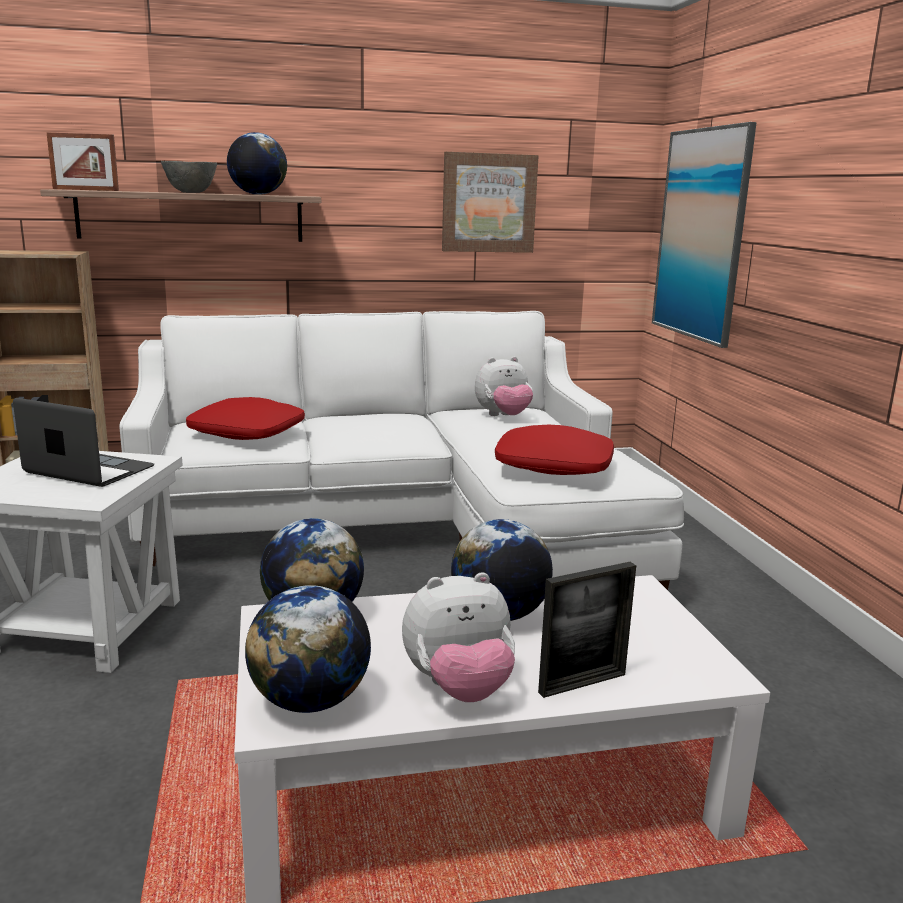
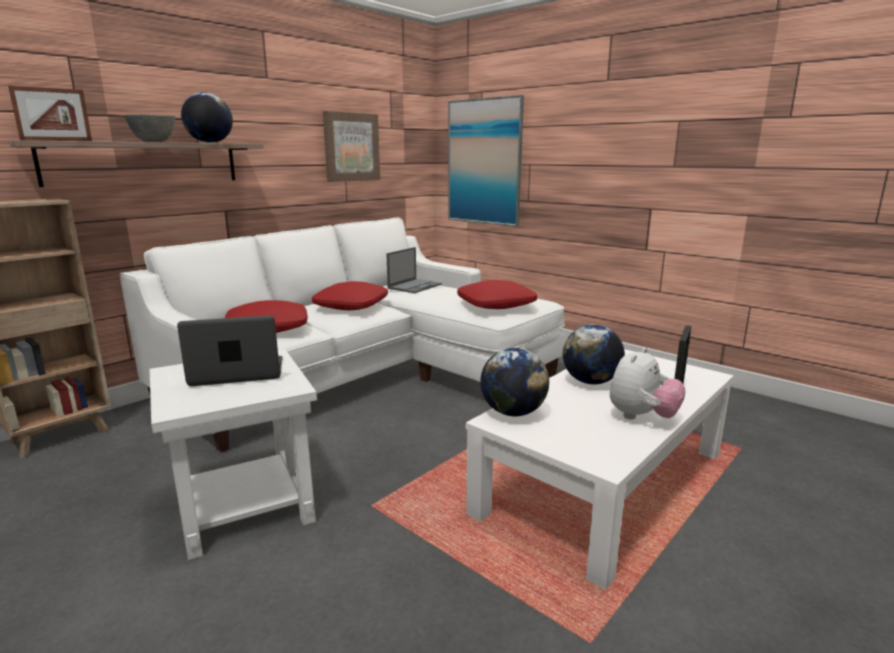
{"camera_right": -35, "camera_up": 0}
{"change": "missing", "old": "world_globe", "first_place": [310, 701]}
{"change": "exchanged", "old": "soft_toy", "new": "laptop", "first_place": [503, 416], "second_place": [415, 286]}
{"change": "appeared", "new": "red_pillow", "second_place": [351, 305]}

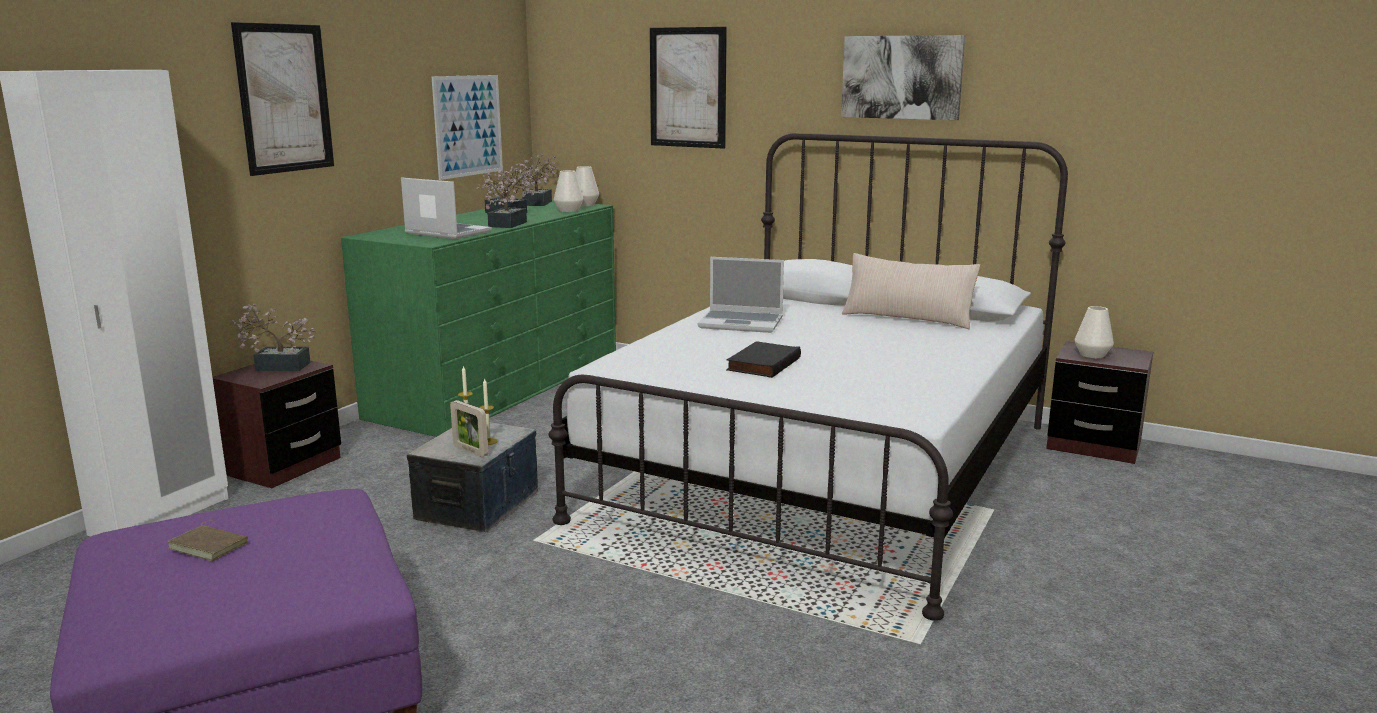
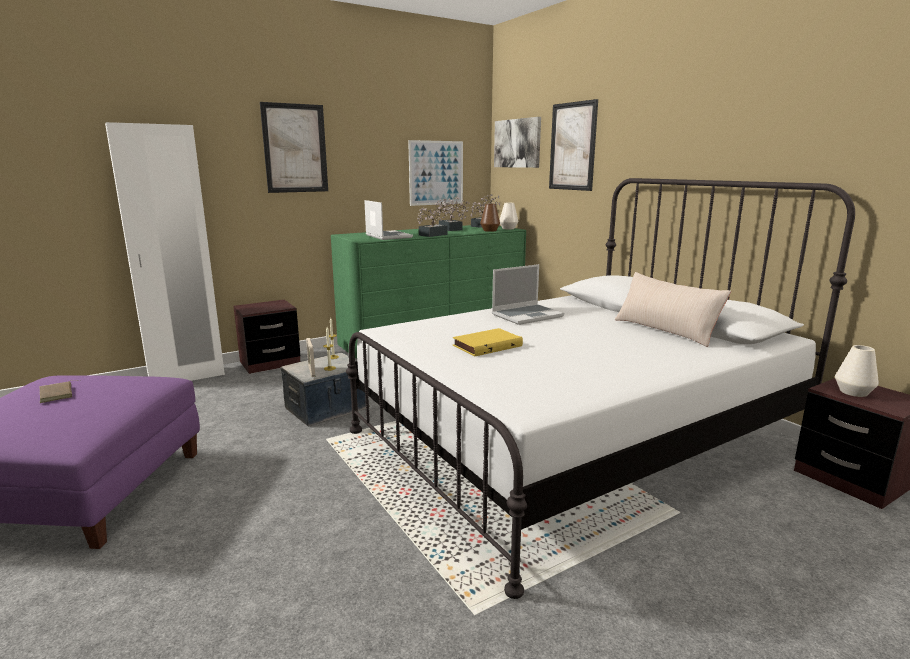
{"camera_right": 30, "camera_up": 0}
{"change": "missing", "old": "houseplant", "first_place": [277, 366]}
{"change": "colour", "old": "whitish_decorative_vase", "new": "brownish_decorative_vase", "first_place": [569, 210], "second_place": [490, 230]}
{"change": "spun", "old": "laptop", "first_place": [742, 323], "second_place": [527, 315], "degrees": -75}
{"change": "colour", "old": "blackish_book", "new": "yellow_book", "first_place": [762, 364], "second_place": [486, 345]}
{"change": "relocated", "old": "picture", "first_place": [902, 77], "second_place": [517, 143]}

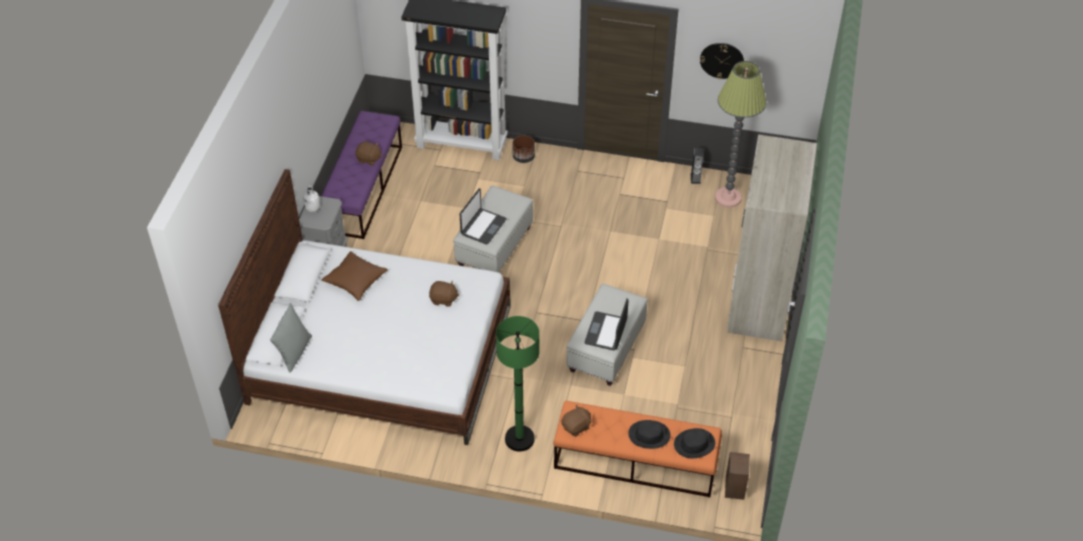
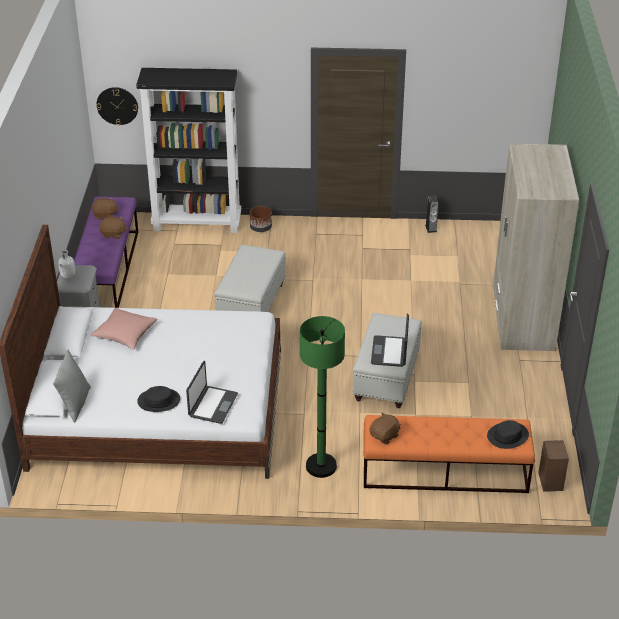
{"camera_right": -10, "camera_up": -10}
{"change": "colour", "old": "brownish_pillow", "new": "pink_pillow", "first_place": [355, 281], "second_place": [125, 334]}
{"change": "relocated", "old": "brownish_soft_toy", "first_place": [443, 299], "second_place": [105, 215]}
{"change": "relocated", "old": "laptop", "first_place": [483, 227], "second_place": [212, 405]}
{"change": "relocated", "old": "blackish_wearable_hat", "first_place": [649, 435], "second_place": [159, 401]}
{"change": "relocated", "old": "wall_clock", "first_place": [721, 60], "second_place": [117, 105]}
{"change": "missing", "old": "standing_lamp", "first_place": [728, 197]}

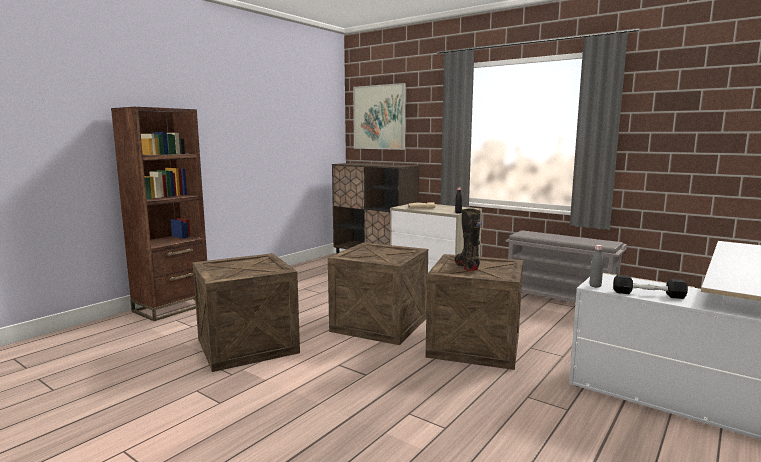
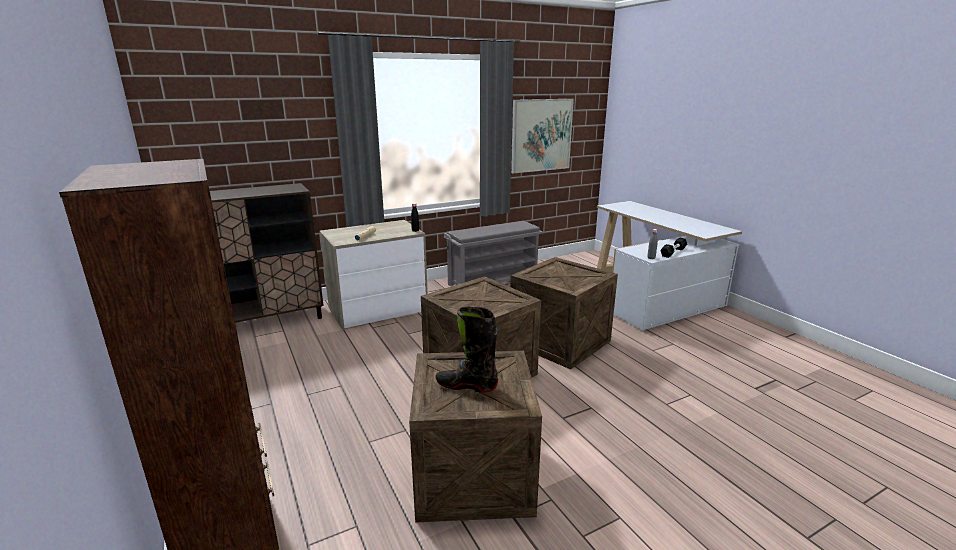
{"camera_right": -65, "camera_up": 10}
{"change": "relocated", "old": "picture", "first_place": [379, 117], "second_place": [541, 135]}
{"change": "relocated", "old": "blackish_high-top_boot", "first_place": [466, 266], "second_place": [466, 385]}

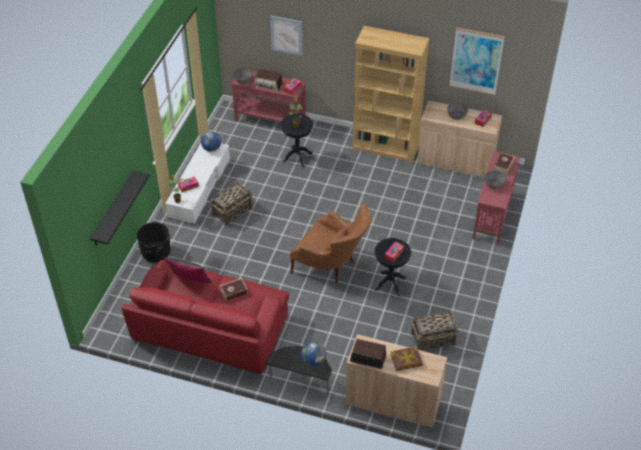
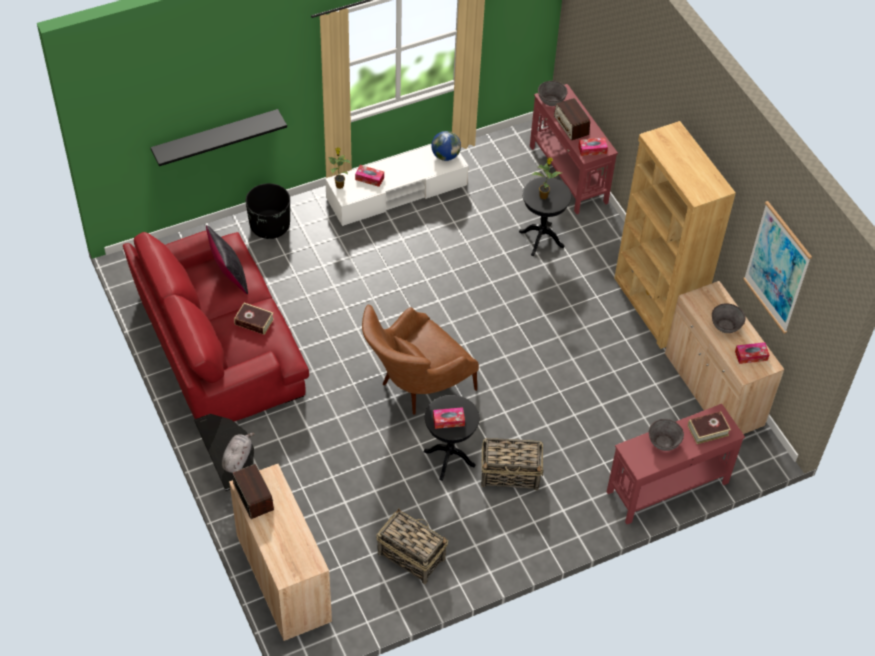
{"camera_right": 45, "camera_up": 5}
{"change": "relocated", "old": "household_basket", "first_place": [232, 211], "second_place": [511, 474]}
{"change": "missing", "old": "picture", "first_place": [286, 35]}
{"change": "spun", "old": "brownish_lounge_chair", "first_place": [332, 266], "second_place": [415, 387], "degrees": 60}
{"change": "exchanged", "old": "world_globe", "new": "greyish_soft_toy", "first_place": [313, 361], "second_place": [237, 458]}
{"change": "missing", "old": "book", "first_place": [406, 361]}

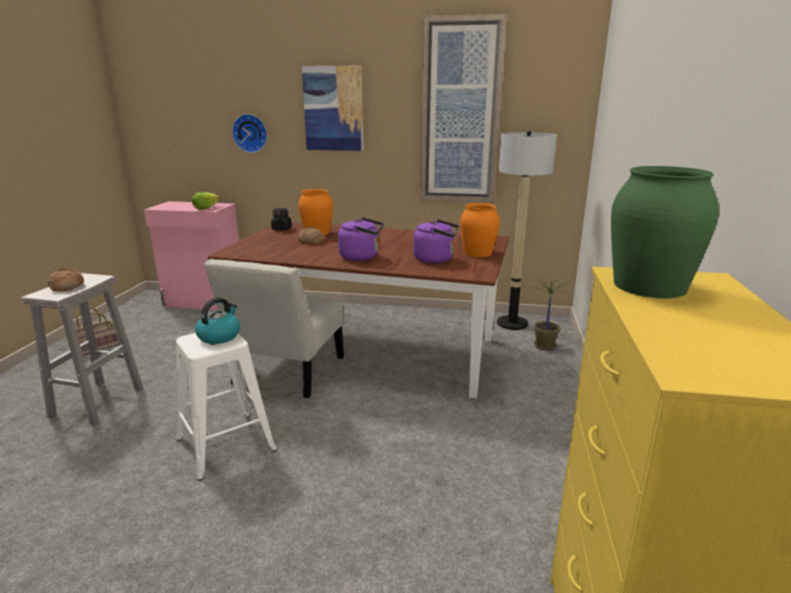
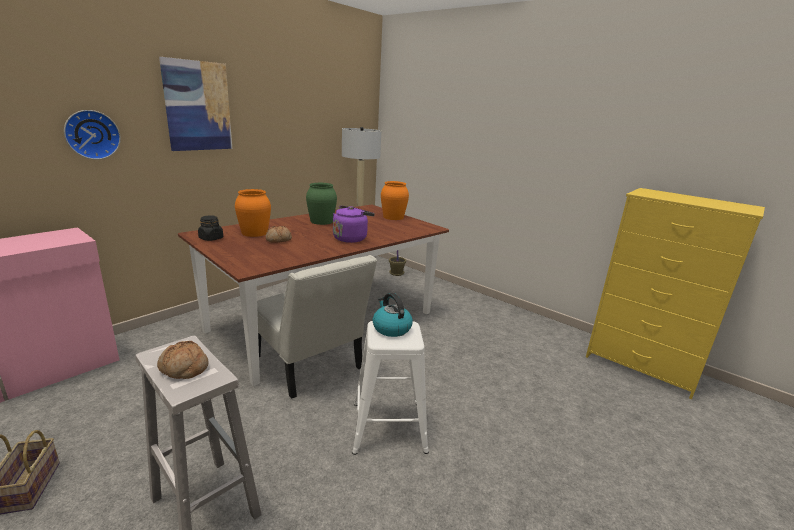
{"camera_right": -60, "camera_up": 0}
{"change": "missing", "old": "head_of_lettuce", "first_place": [205, 208]}
{"change": "missing", "old": "purple-coloured_tea_kettle", "first_place": [436, 259]}
{"change": "missing", "old": "picture", "first_place": [460, 113]}
{"change": "relocated", "old": "greenish_decorative_vase", "first_place": [649, 286], "second_place": [321, 221]}

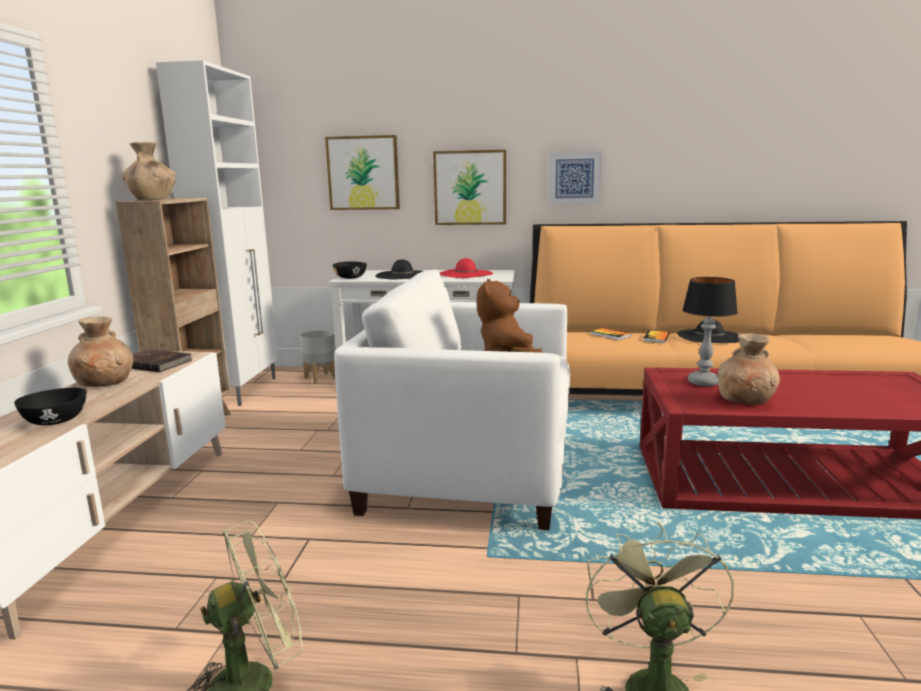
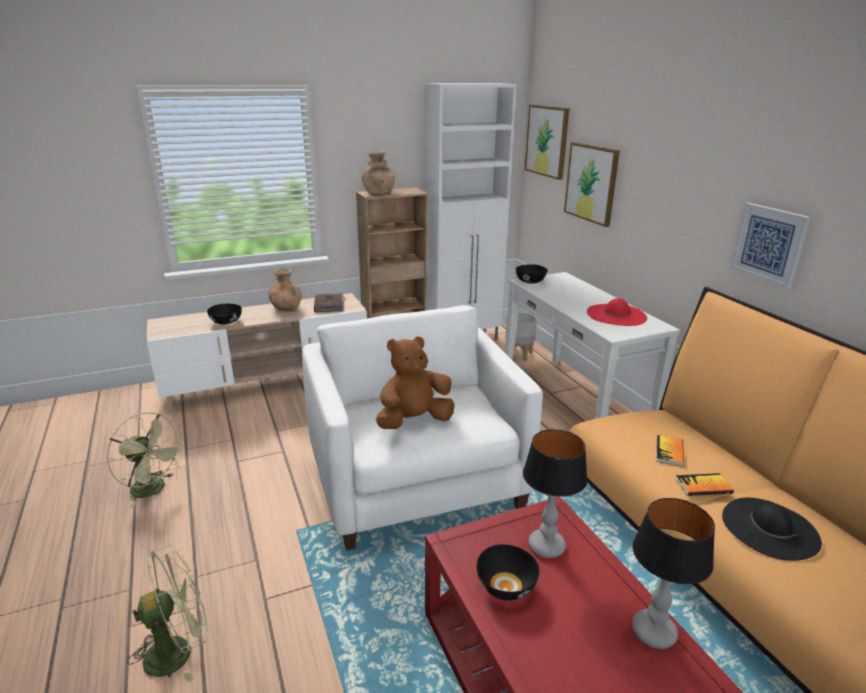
{"camera_right": 60, "camera_up": 10}
{"change": "missing", "old": "blackish_wearable_hat", "first_place": [402, 275]}
{"change": "relocated", "old": "picture", "first_place": [470, 188], "second_place": [547, 141]}
{"change": "exchanged", "old": "brownish_decorative_vase", "new": "blackish_bowl", "first_place": [745, 400], "second_place": [507, 586]}
{"change": "appeared", "new": "tabletop_lamp", "second_place": [653, 633]}

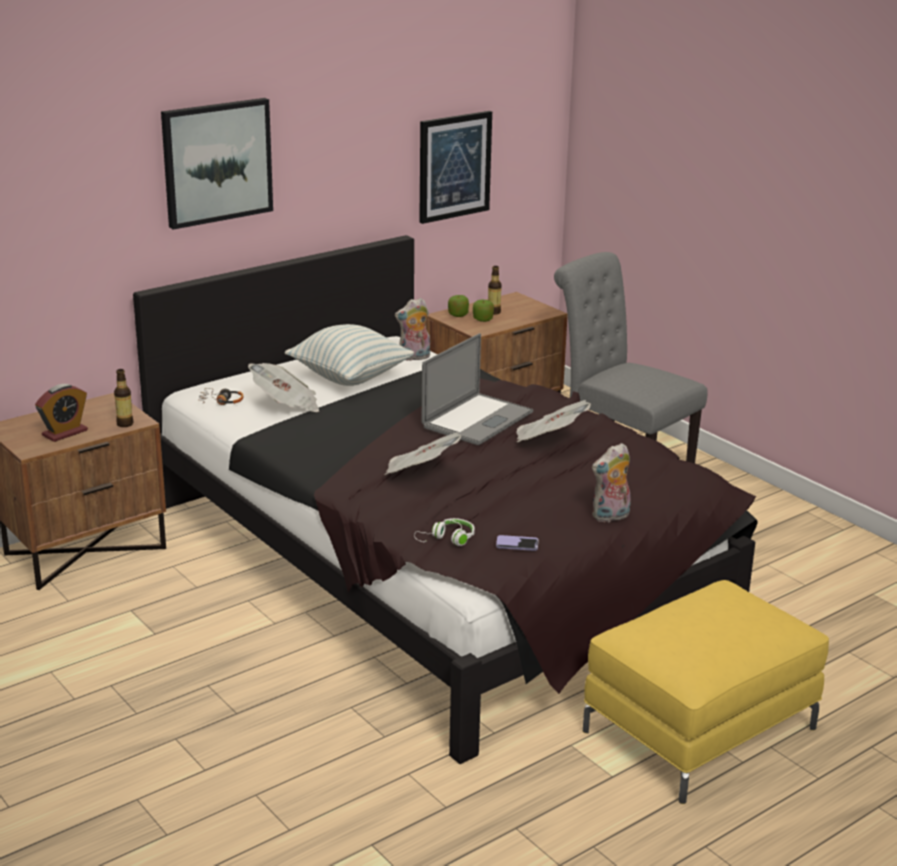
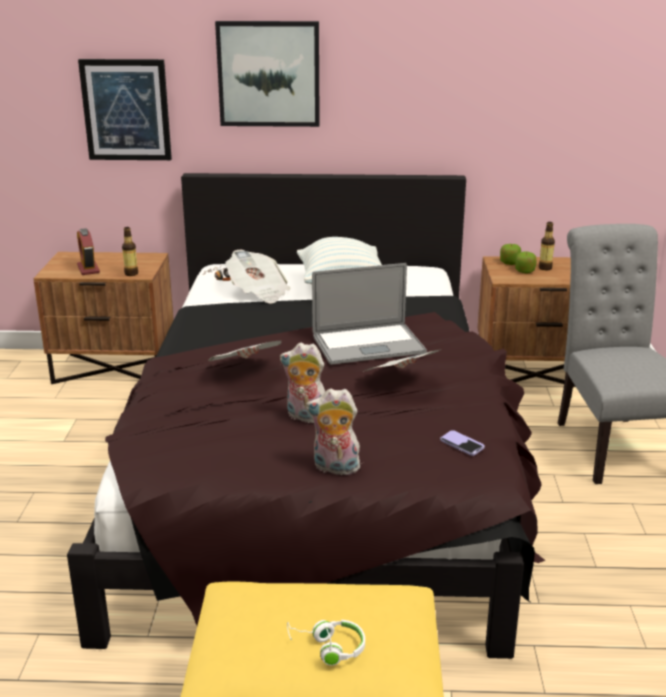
{"camera_right": 40, "camera_up": 0}
{"change": "spun", "old": "table_clock", "first_place": [65, 433], "second_place": [88, 269], "degrees": 75}
{"change": "relocated", "old": "soft_toy", "first_place": [414, 357], "second_place": [305, 417]}
{"change": "relocated", "old": "whitish_headset", "first_place": [447, 539], "second_place": [328, 647]}
{"change": "relocated", "old": "picture", "first_place": [454, 166], "second_place": [126, 110]}
{"change": "relocated", "old": "handset", "first_place": [517, 544], "second_place": [462, 444]}

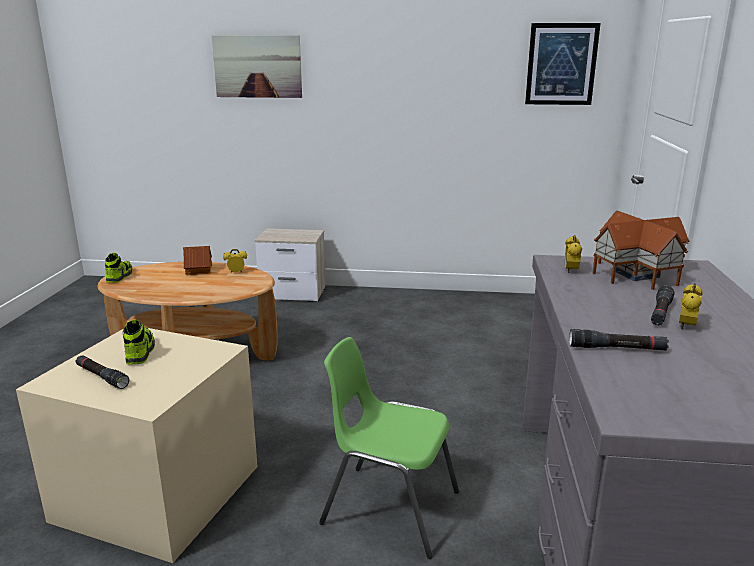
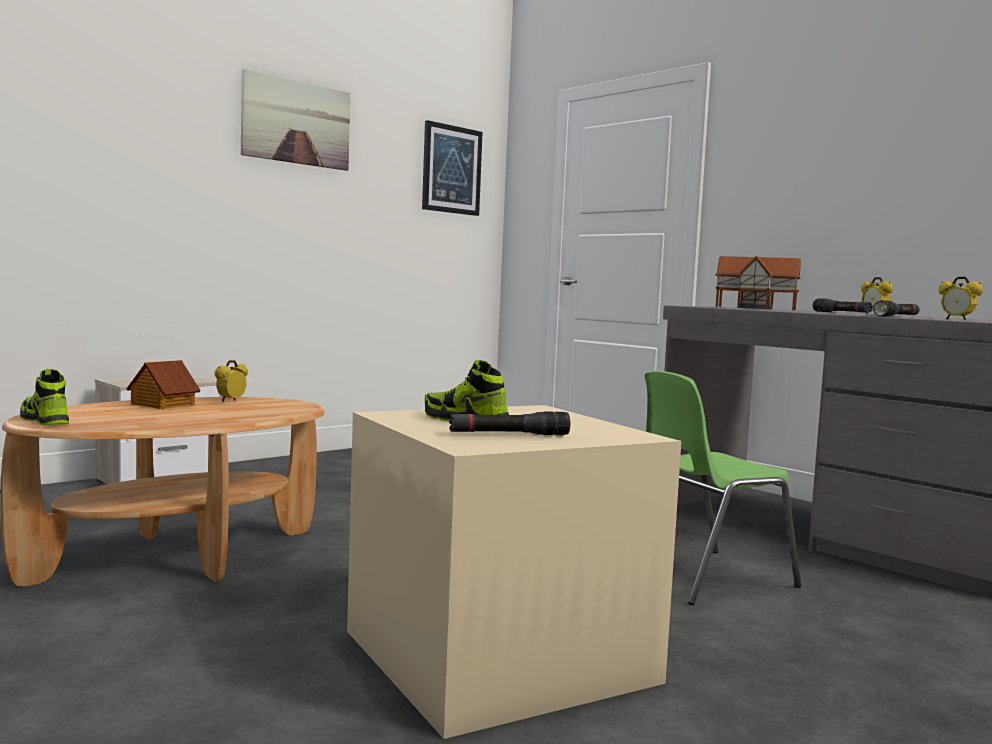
{"camera_right": -50, "camera_up": -15}
{"change": "relocated", "old": "picture", "first_place": [257, 66], "second_place": [296, 122]}
{"change": "relocated", "old": "table_clock", "first_place": [570, 271], "second_place": [957, 319]}

